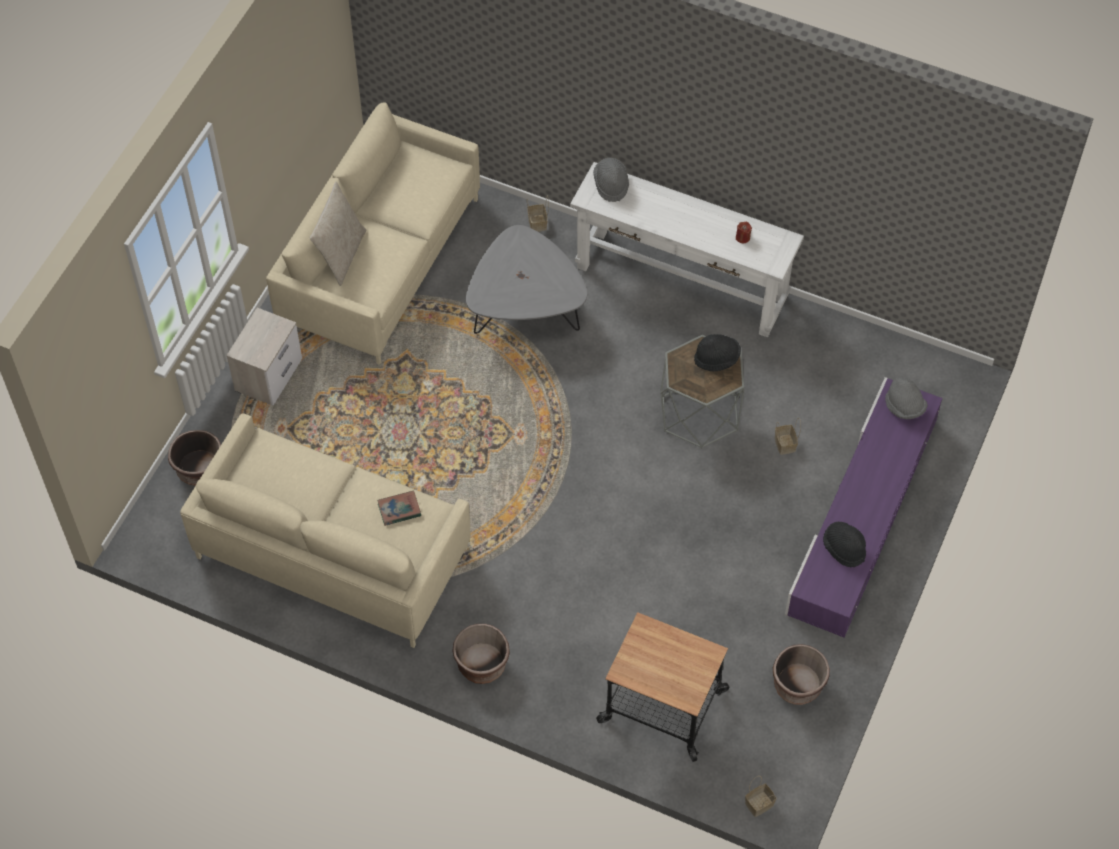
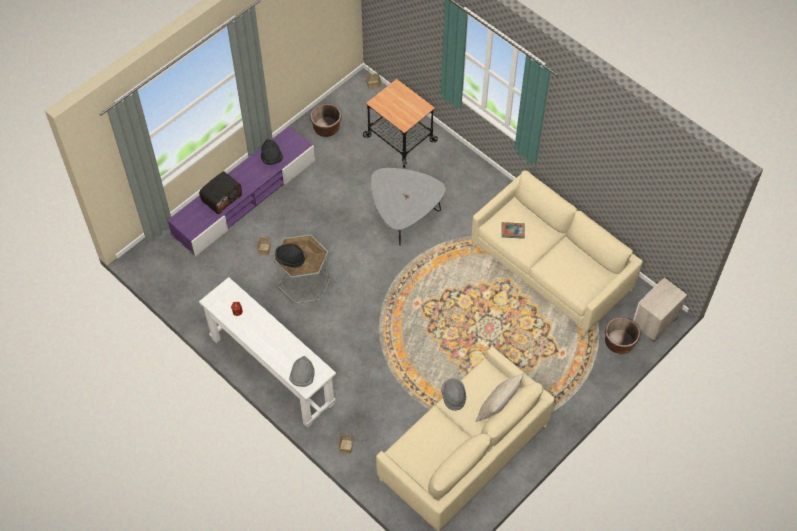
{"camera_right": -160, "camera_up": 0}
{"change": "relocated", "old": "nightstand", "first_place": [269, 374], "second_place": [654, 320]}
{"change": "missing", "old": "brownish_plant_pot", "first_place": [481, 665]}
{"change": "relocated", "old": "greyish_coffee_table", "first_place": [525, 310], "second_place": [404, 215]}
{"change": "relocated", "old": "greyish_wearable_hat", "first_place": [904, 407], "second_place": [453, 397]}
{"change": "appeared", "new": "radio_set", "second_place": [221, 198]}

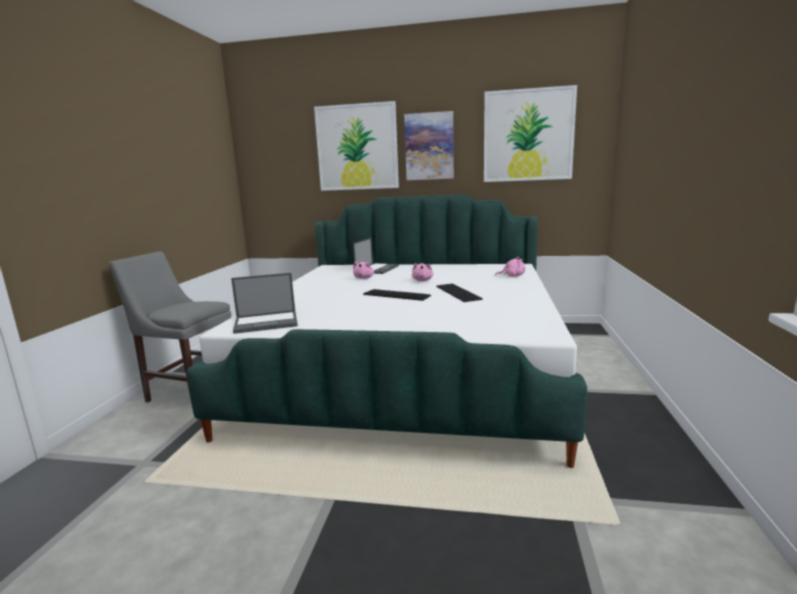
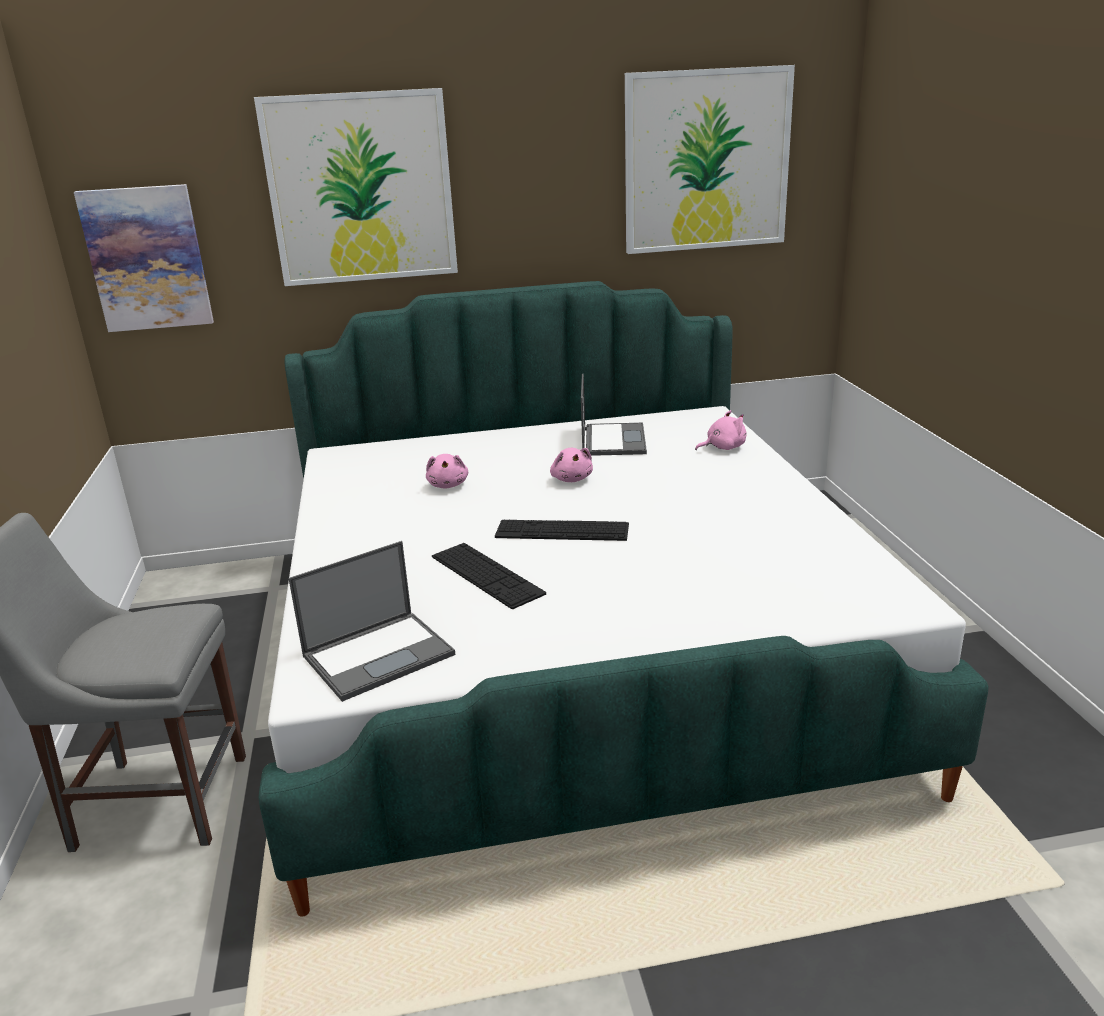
{"camera_right": -20, "camera_up": 10}
{"change": "relocated", "old": "laptop", "first_place": [377, 269], "second_place": [613, 440]}
{"change": "relocated", "old": "picture", "first_place": [429, 146], "second_place": [147, 259]}
{"change": "relocated", "old": "computer_keyboard", "first_place": [458, 292], "second_place": [486, 575]}

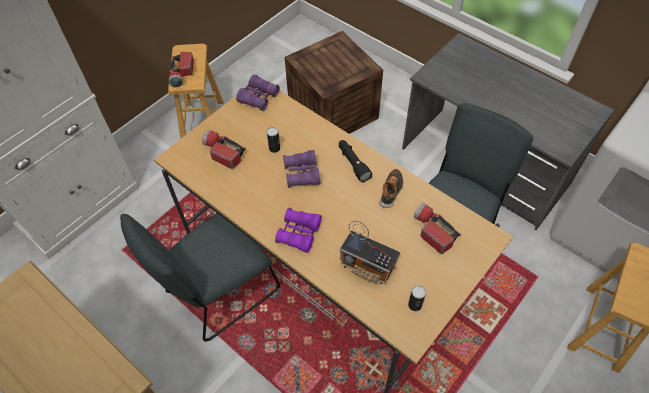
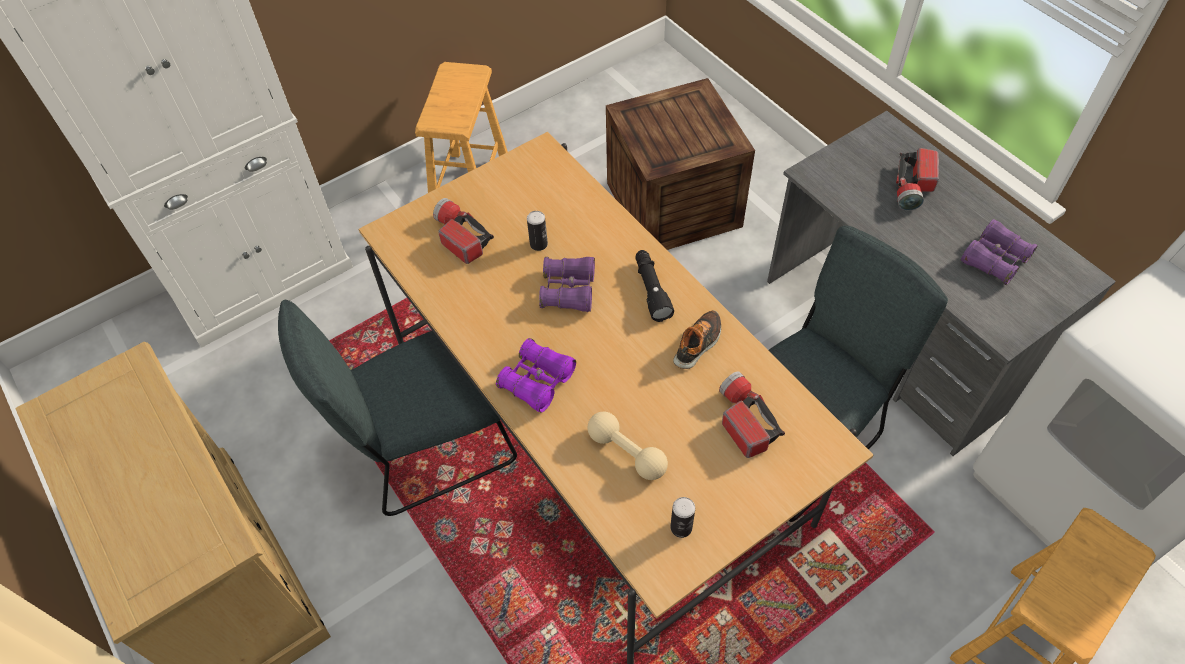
{"camera_right": 15, "camera_up": 0}
{"change": "relocated", "old": "torch", "first_place": [182, 74], "second_place": [913, 187]}
{"change": "relocated", "old": "purple-coloured_binoculars", "first_place": [258, 98], "second_place": [994, 260]}
{"change": "exchanged", "old": "radio_set", "new": "sand-coloured_hand_weight", "first_place": [368, 266], "second_place": [627, 452]}

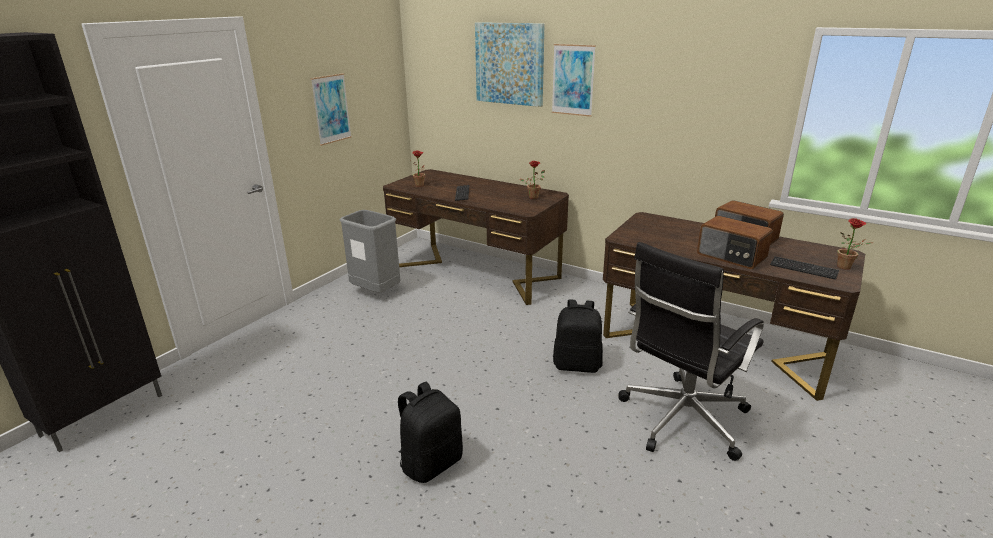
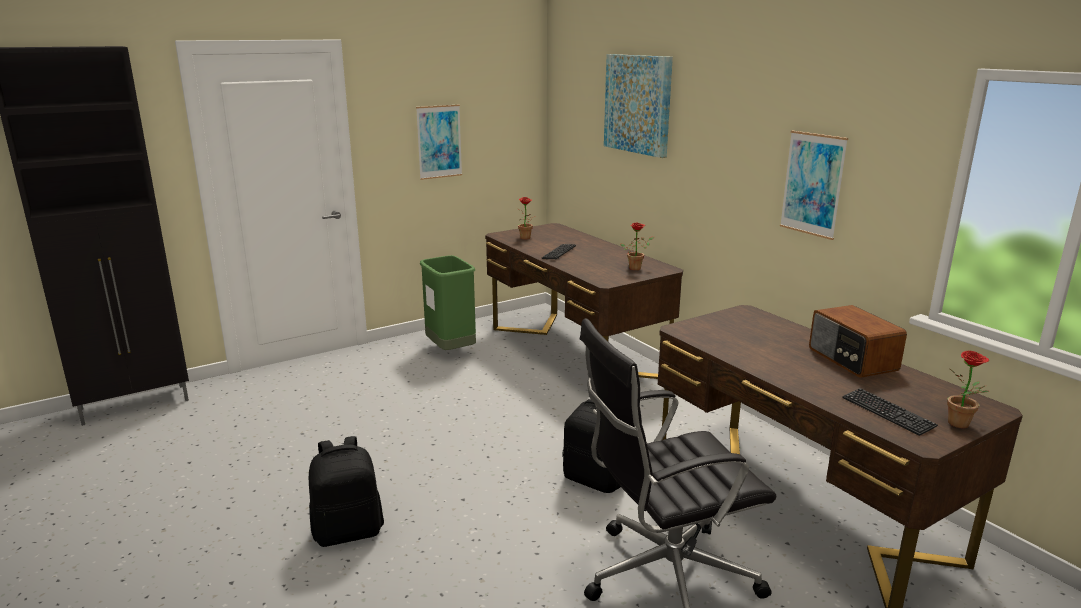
{"camera_right": 25, "camera_up": -5}
{"change": "colour", "old": "greyish_rubbish_bin", "new": "greenish_rubbish_bin", "first_place": [376, 292], "second_place": [451, 351]}
{"change": "relocated", "old": "picture", "first_place": [573, 80], "second_place": [812, 184]}
{"change": "missing", "old": "radio_set", "first_place": [731, 256]}

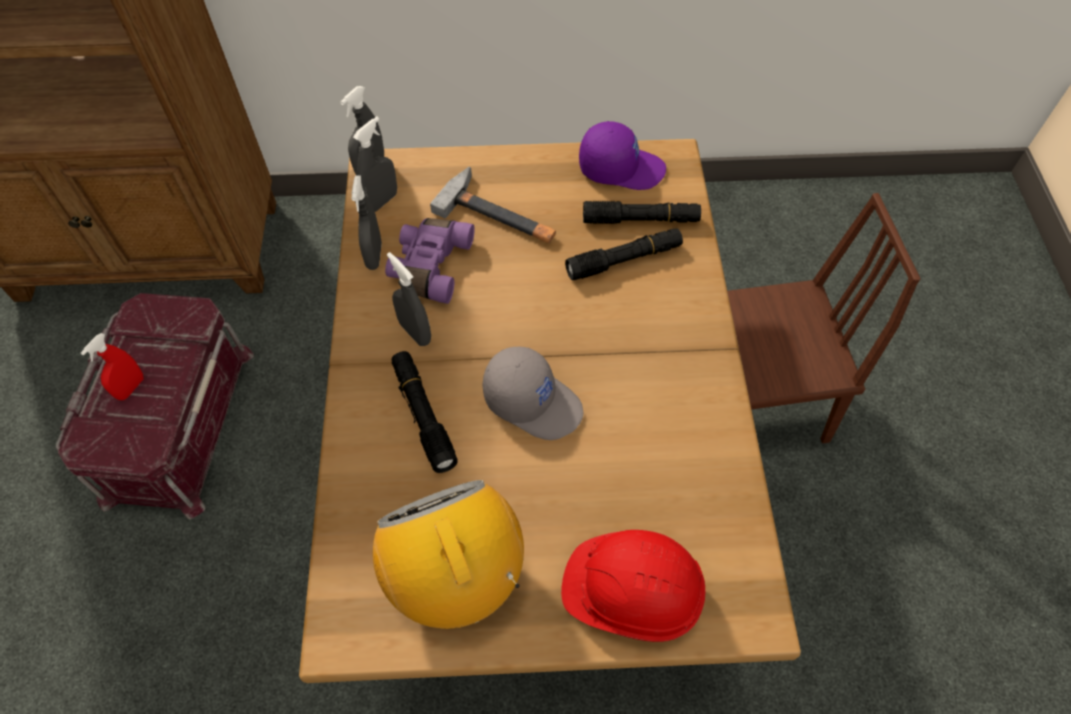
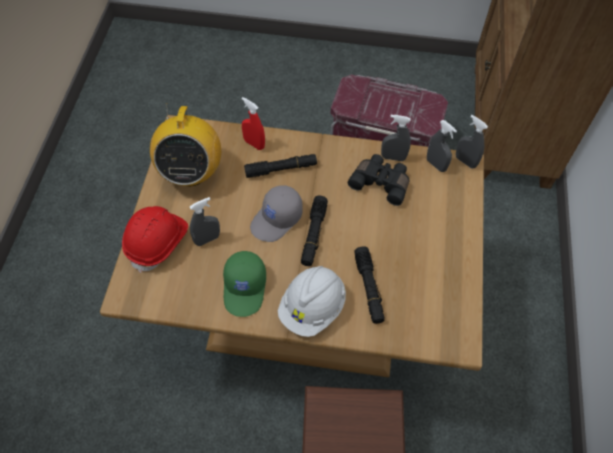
{"camera_right": 100, "camera_up": 0}
{"change": "relocated", "old": "red_spray_bottle", "first_place": [131, 388], "second_place": [254, 144]}
{"change": "spun", "old": "radio_set", "first_place": [456, 575], "second_place": [191, 172], "degrees": 105}
{"change": "colour", "old": "purple-coloured_binoculars", "new": "blackish_binoculars", "first_place": [429, 266], "second_place": [381, 183]}
{"change": "relocated", "old": "greyish_spray_bottle", "first_place": [415, 332], "second_place": [207, 239]}
{"change": "missing", "old": "hand_hammer", "first_place": [499, 215]}
{"change": "missing", "old": "purple-coloured_cap", "first_place": [621, 167]}
{"change": "relocated", "old": "blackish_torch", "first_place": [640, 220], "second_place": [313, 234]}
{"change": "appeared", "new": "greenish_cap", "second_place": [245, 288]}
{"change": "appeared", "new": "whitish_safety_helmet", "second_place": [312, 308]}

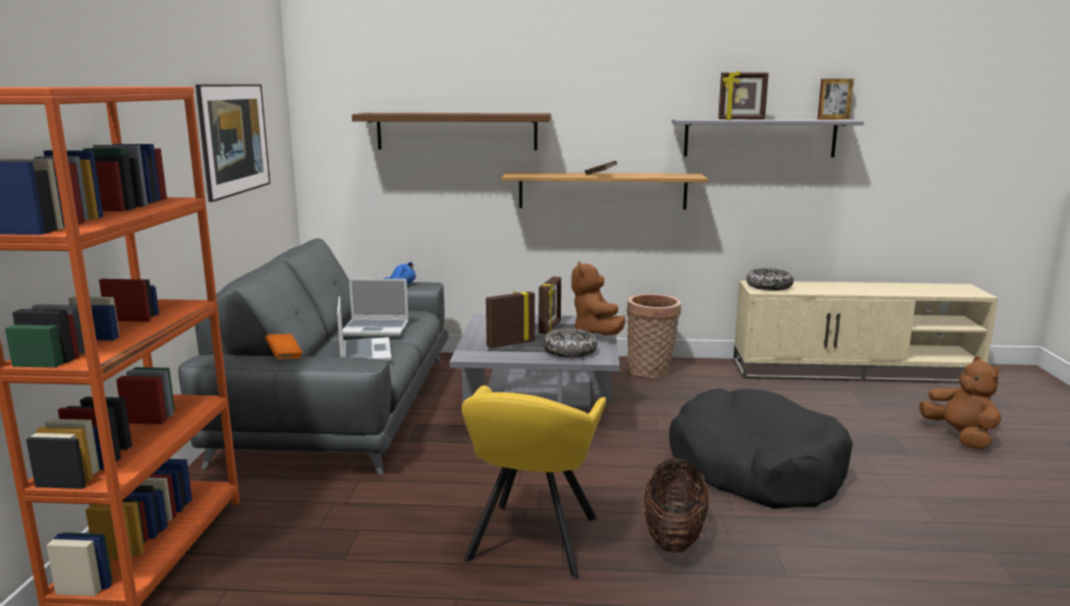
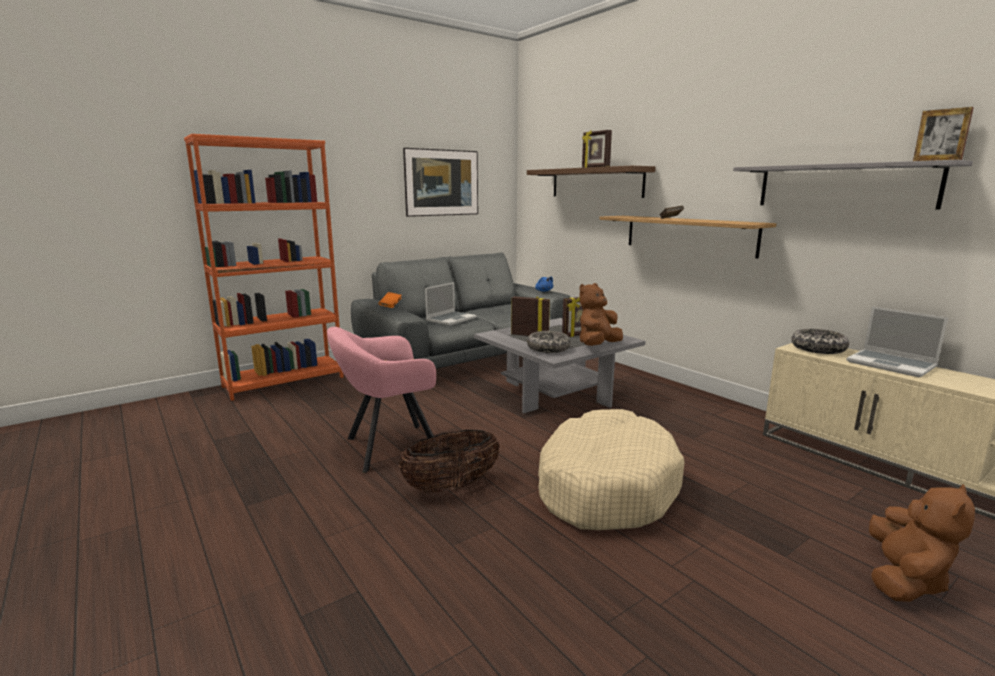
{"camera_right": 50, "camera_up": 0}
{"change": "relocated", "old": "laptop", "first_place": [376, 329], "second_place": [892, 364]}
{"change": "colour", "old": "yellow_lounge_chair", "new": "pink_lounge_chair", "first_place": [531, 542], "second_place": [387, 447]}
{"change": "missing", "old": "household_basket", "first_place": [651, 371]}
{"change": "colour", "old": "blackish_dog_bed", "new": "sand-coloured_dog_bed", "first_place": [755, 468], "second_place": [605, 486]}
{"change": "relocated", "old": "standing_frame", "first_place": [741, 120], "second_place": [595, 167]}

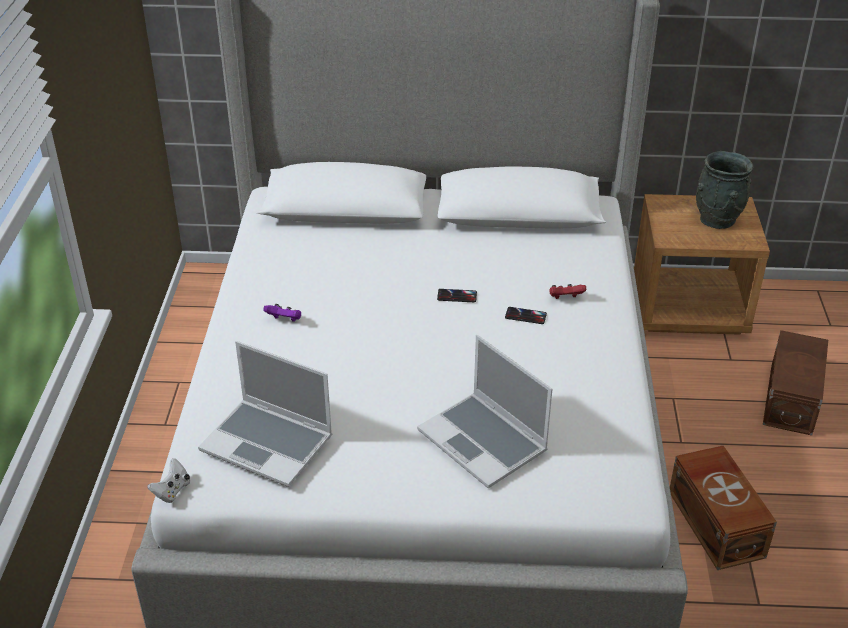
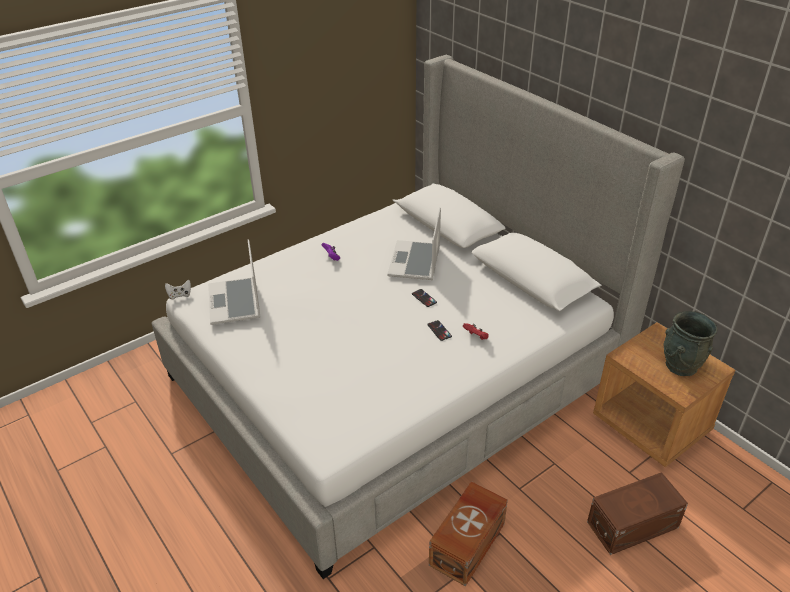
{"camera_right": 50, "camera_up": 0}
{"change": "relocated", "old": "laptop", "first_place": [484, 441], "second_place": [415, 262]}

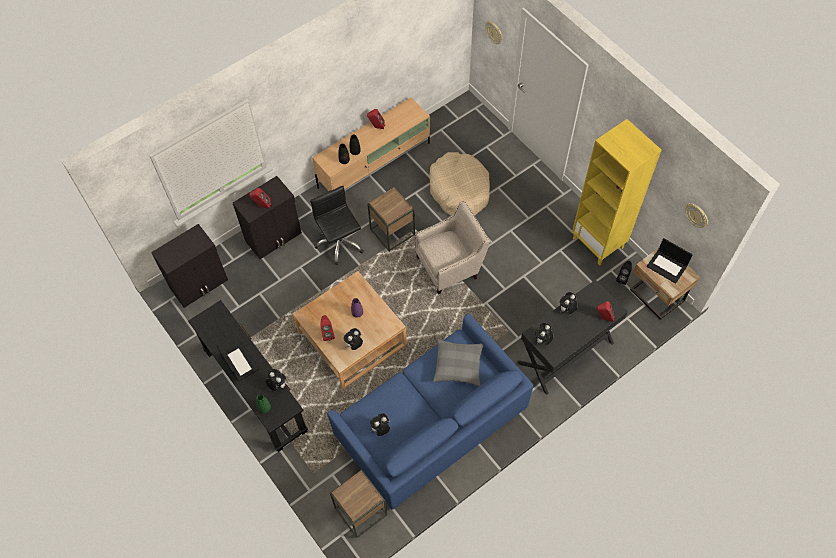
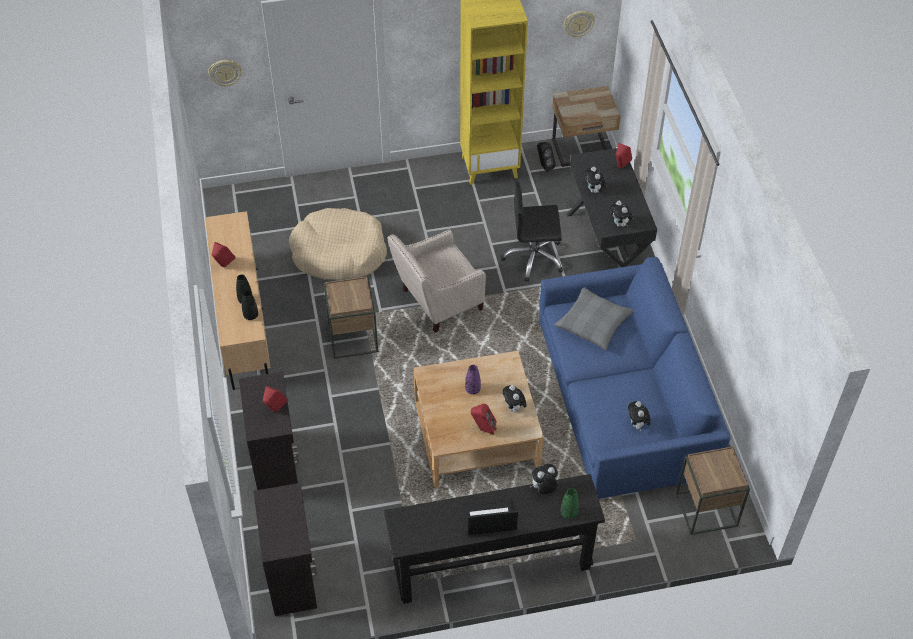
{"camera_right": -65, "camera_up": -10}
{"change": "relocated", "old": "blackish_desk_chair", "first_place": [340, 243], "second_place": [533, 258]}
{"change": "spun", "old": "sand-coloured_lounge_chair", "first_place": [451, 266], "second_place": [436, 302], "degrees": -120}
{"change": "missing", "old": "laptop", "first_place": [667, 266]}

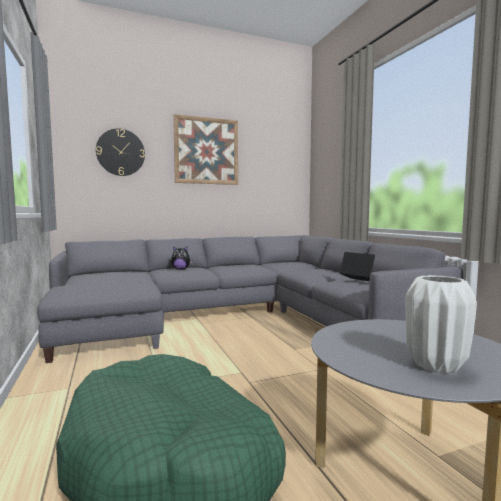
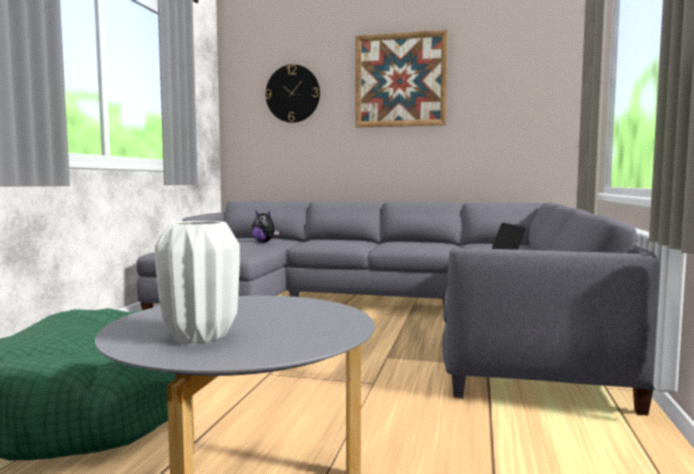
{"camera_right": 35, "camera_up": 0}
{"change": "relocated", "old": "soft_toy", "first_place": [181, 269], "second_place": [264, 242]}

